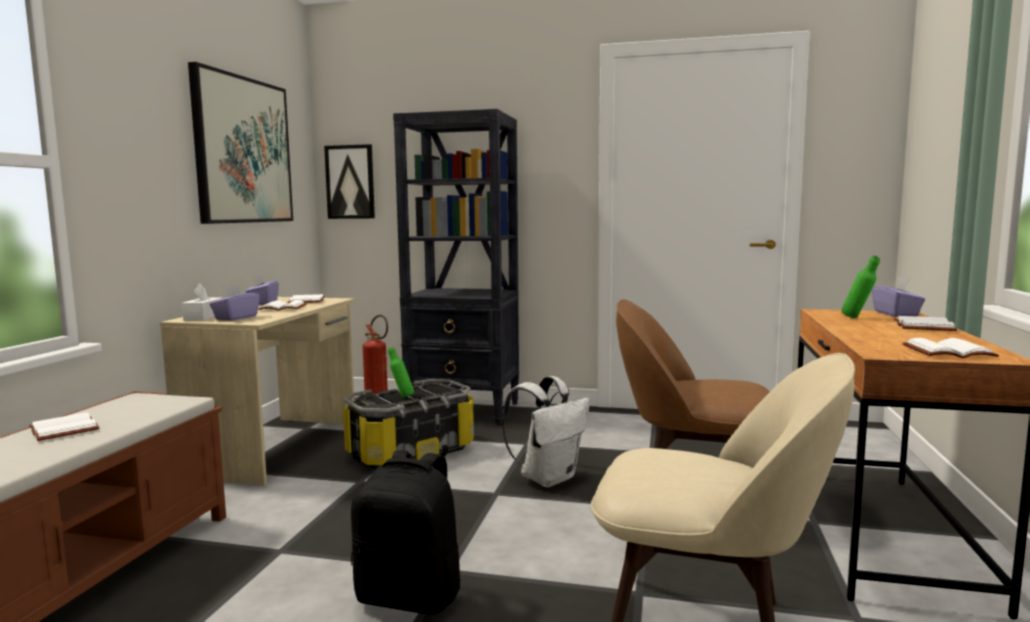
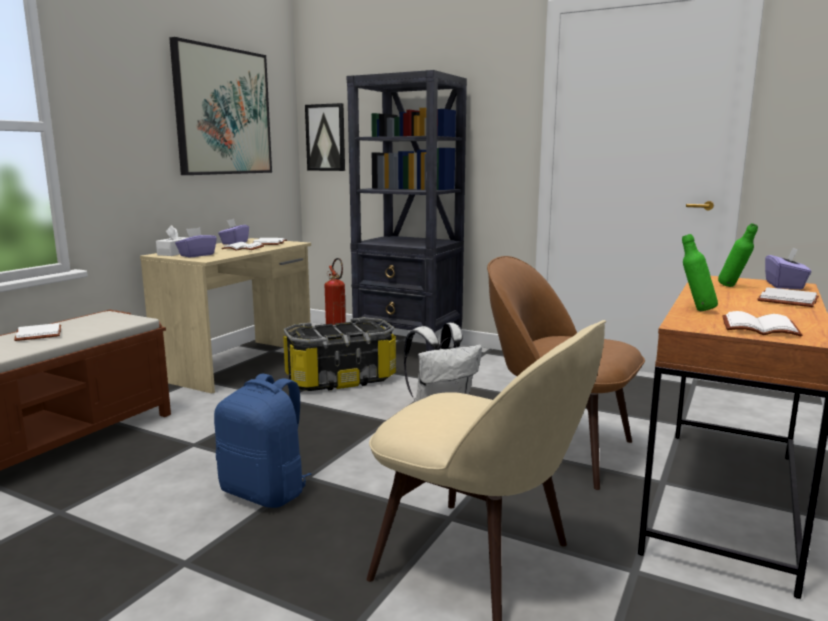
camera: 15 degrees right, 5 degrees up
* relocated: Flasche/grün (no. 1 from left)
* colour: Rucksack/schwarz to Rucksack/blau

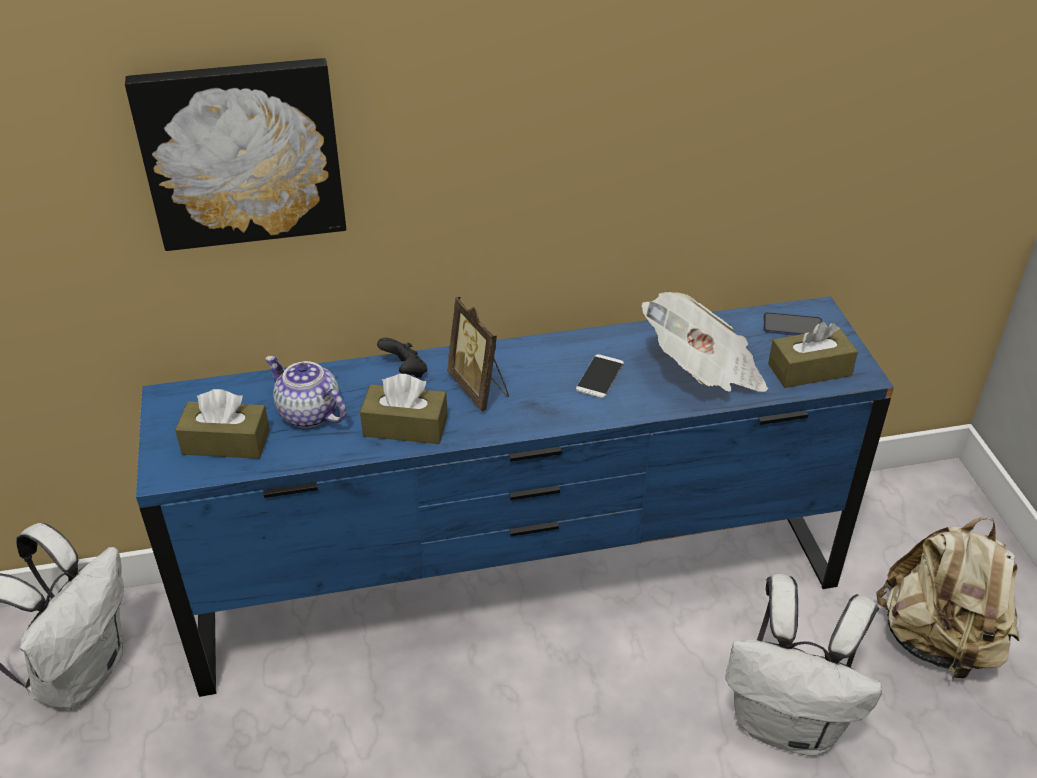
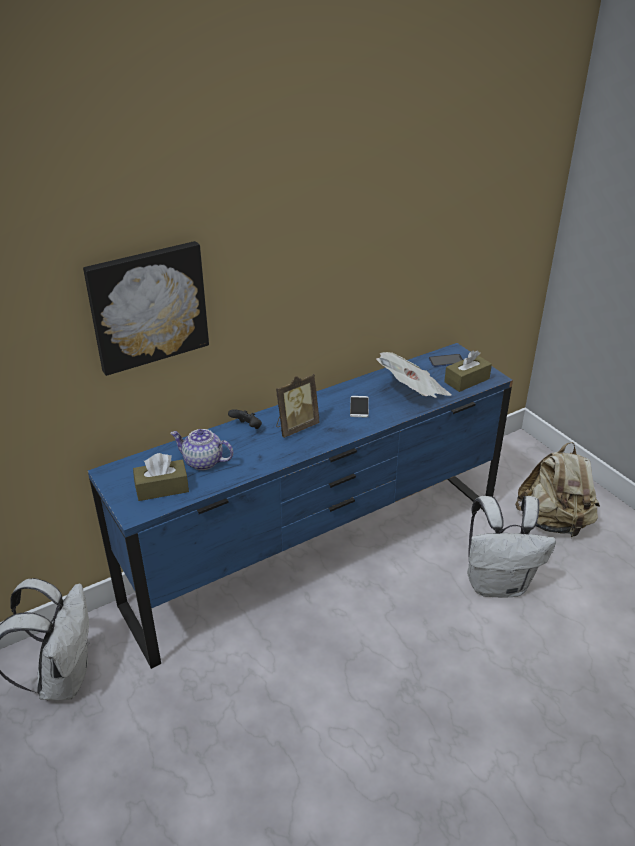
camera: 20 degrees left, 5 degrees down
* spun: Bilderrahmen 75 degrees counterclockwise
* missing: Taschentuchbox/braun (no. 2 from left)

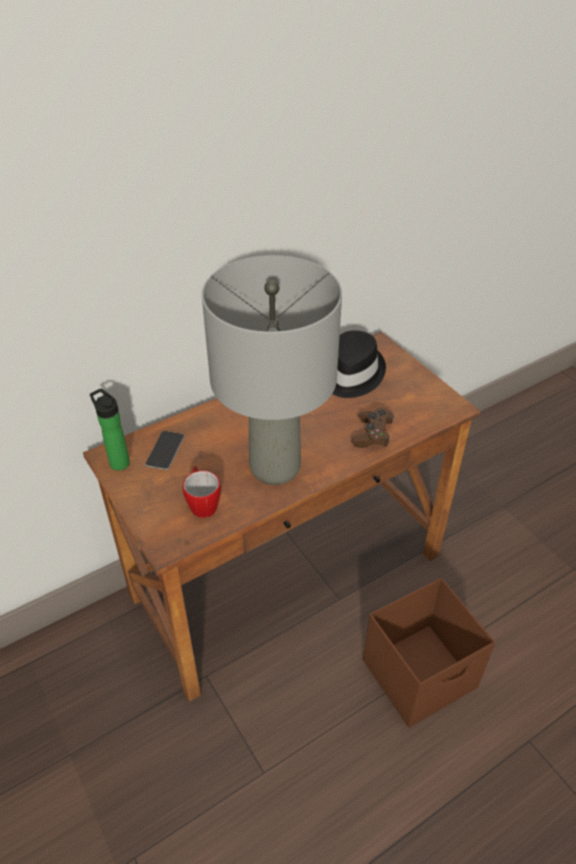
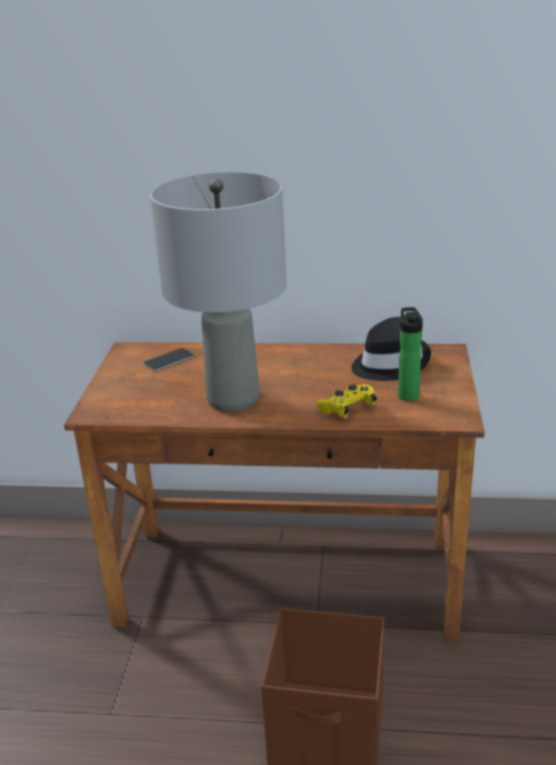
camera: 40 degrees right, 15 degrees down
* relocated: Flasche
* colour: Gamepad/braun to Gamepad/gelb
* missing: Henkelbecher

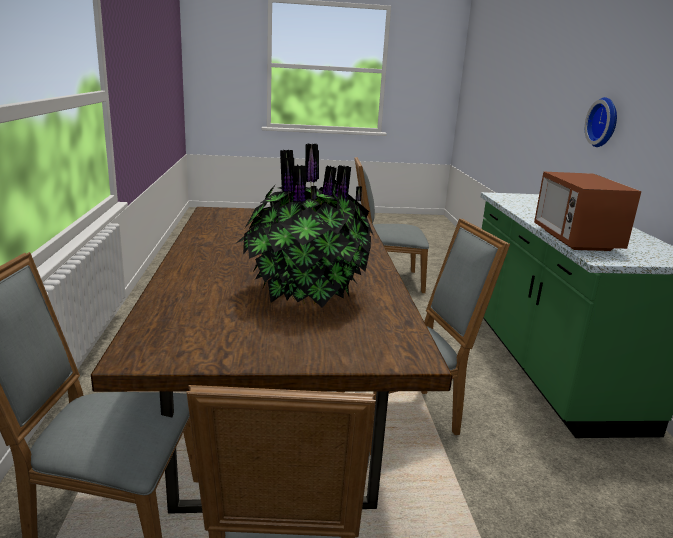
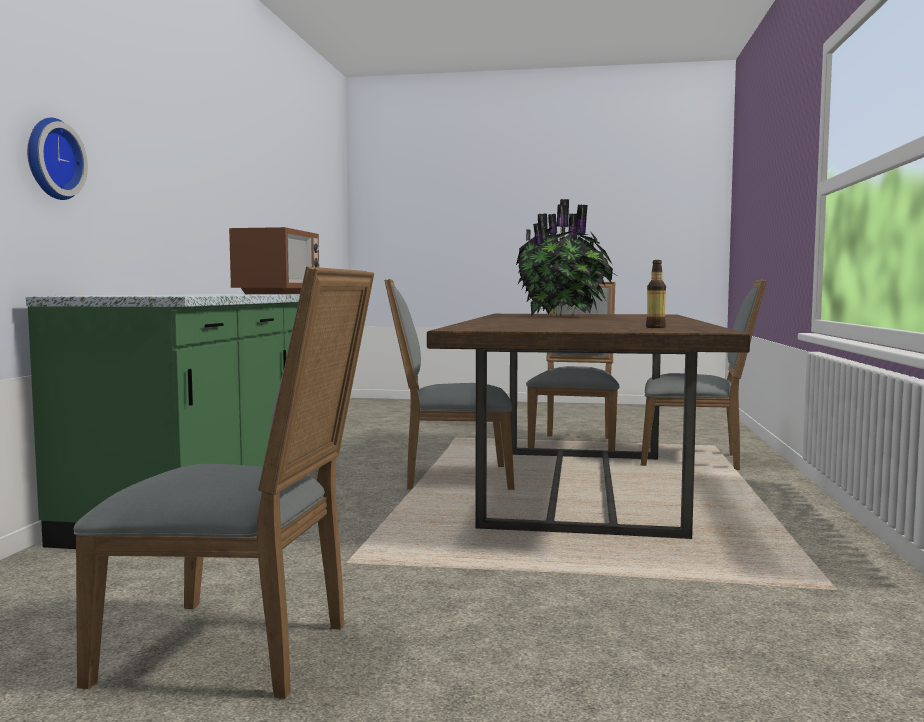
camera: 165 degrees left, 15 degrees down
* appeared: Flasche

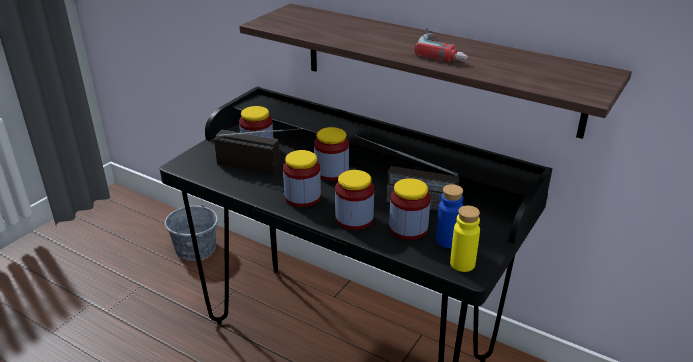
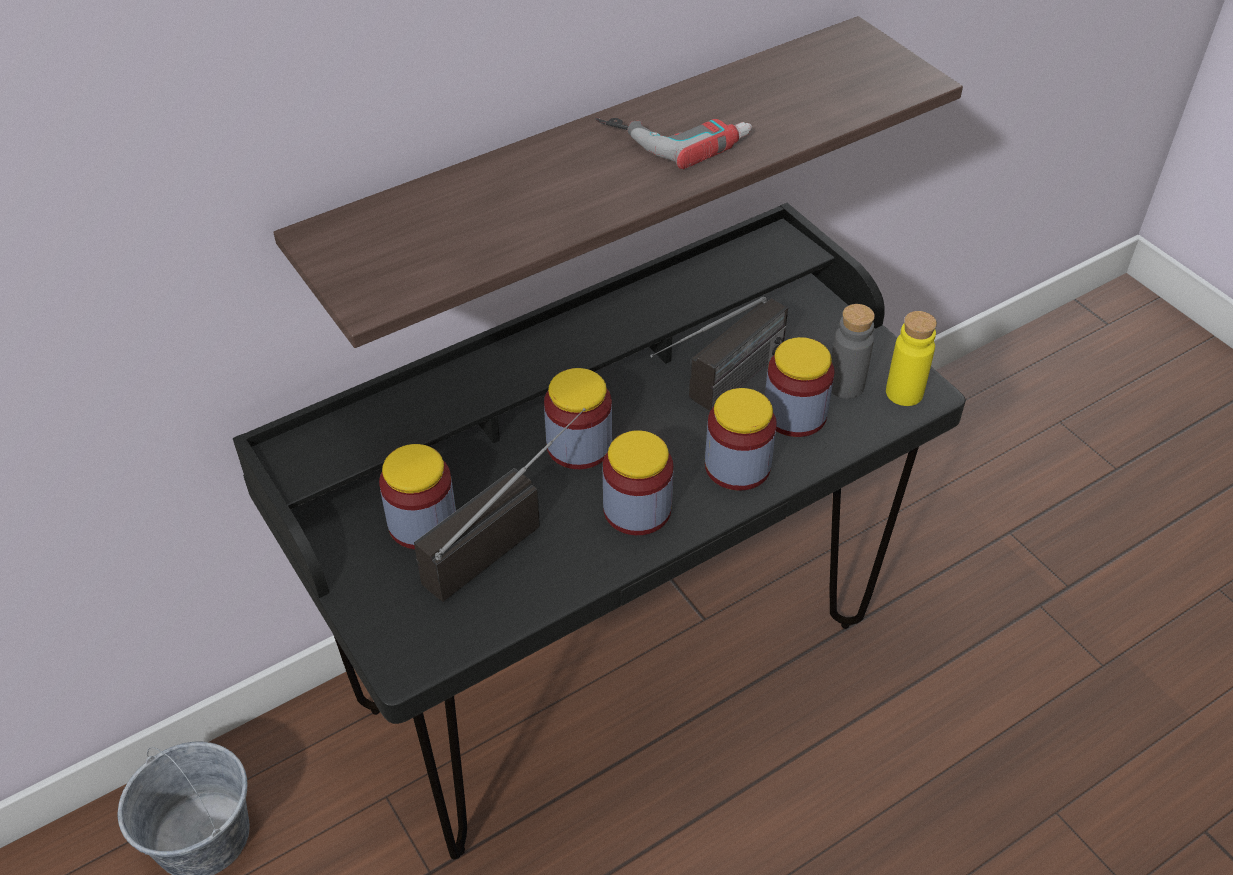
camera: 65 degrees left, 15 degrees up
* colour: Flasche/blau to Flasche/grau

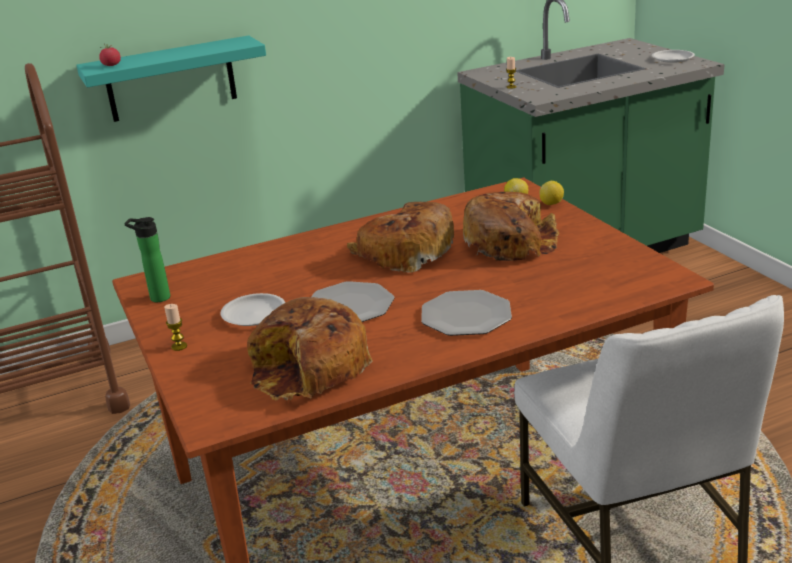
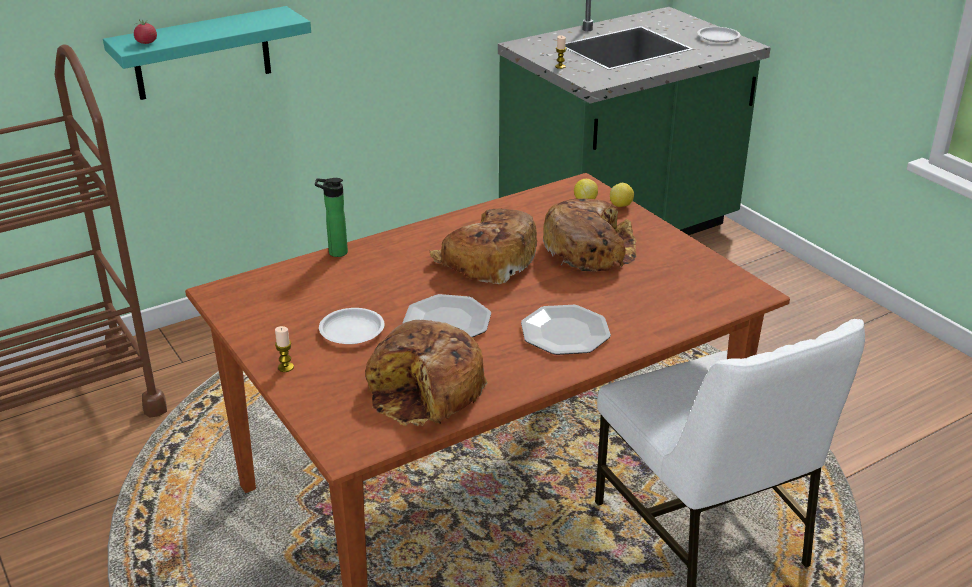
camera: 10 degrees left, 5 degrees up
* relocated: Flasche

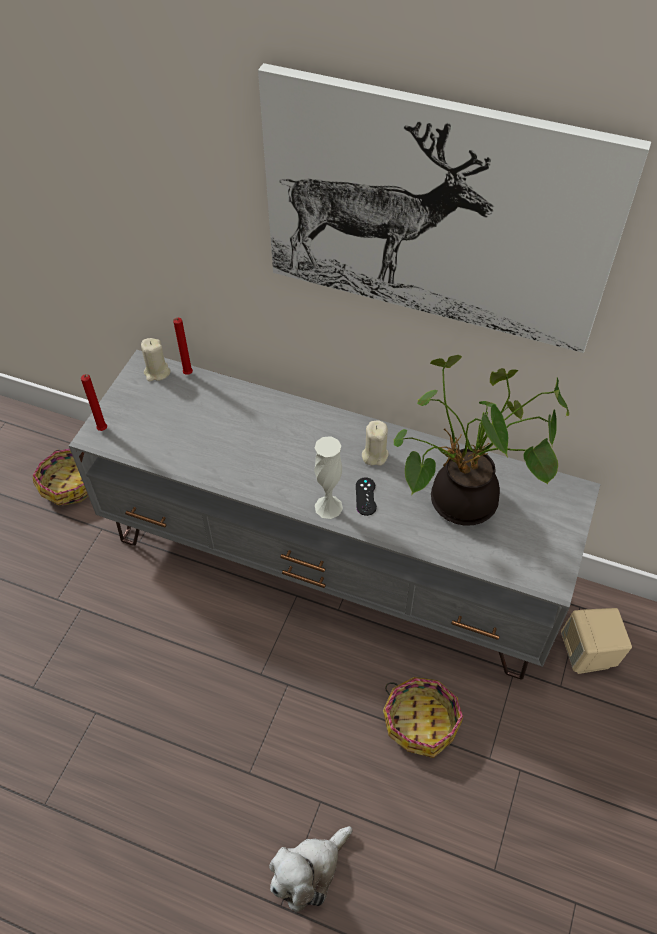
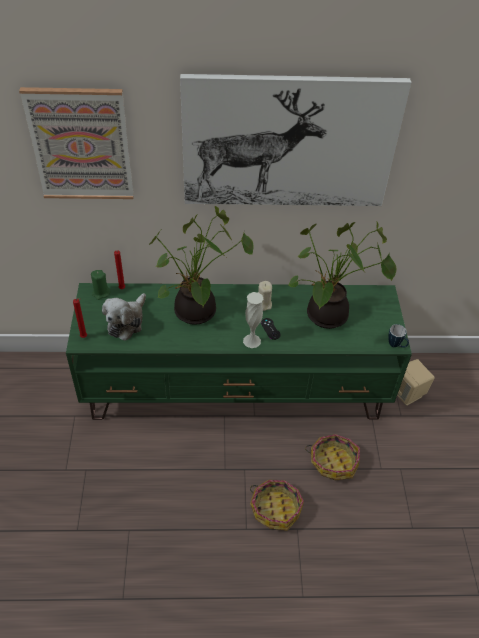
camera: 25 degrees left, 5 degrees down
* colour: Kerze/beige (no. 1 from left) to Kerze/grün
* colour: Fernsehschrank/grau to Fernsehschrank/grün
* relocated: Korb (no. 1 from left)
* relocated: Plüschtier
* appeared: Bild (no. 1 from left)
* appeared: Topfpflanze (no. 1 from left)
* appeared: Henkelbecher

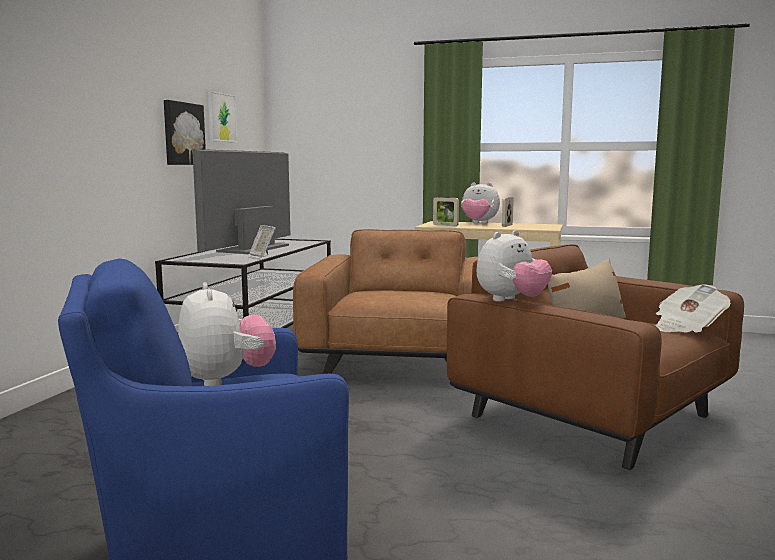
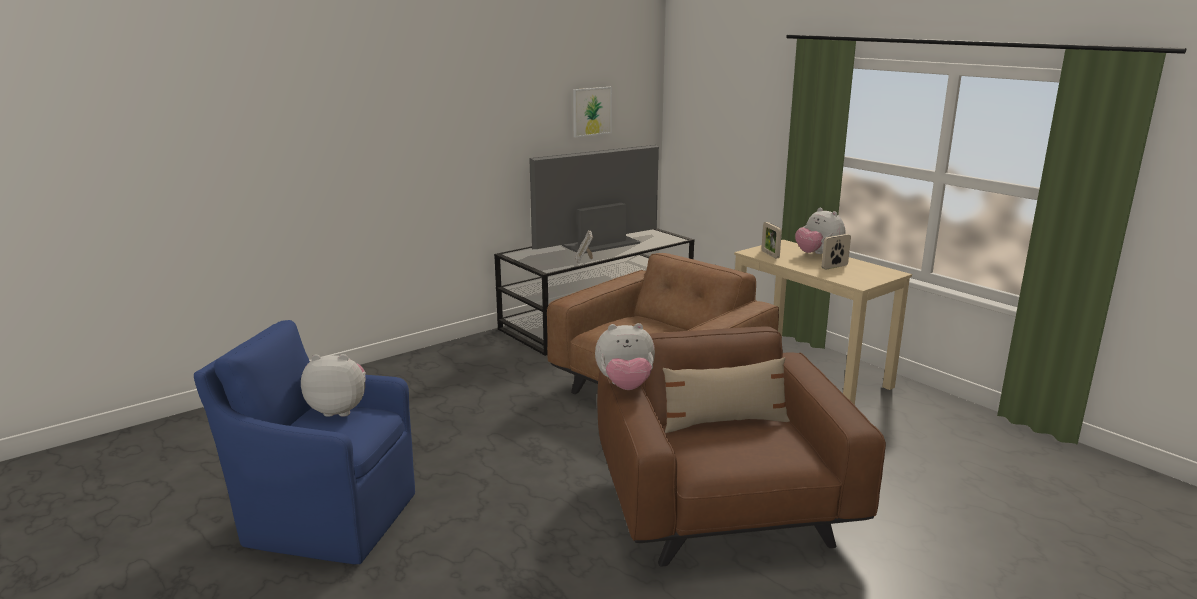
camera: 35 degrees right, 10 degrees up
* missing: Bild (no. 1 from left)
* spun: Plüschtier (no. 1 from left) 105 degrees counterclockwise
* missing: Zeitung

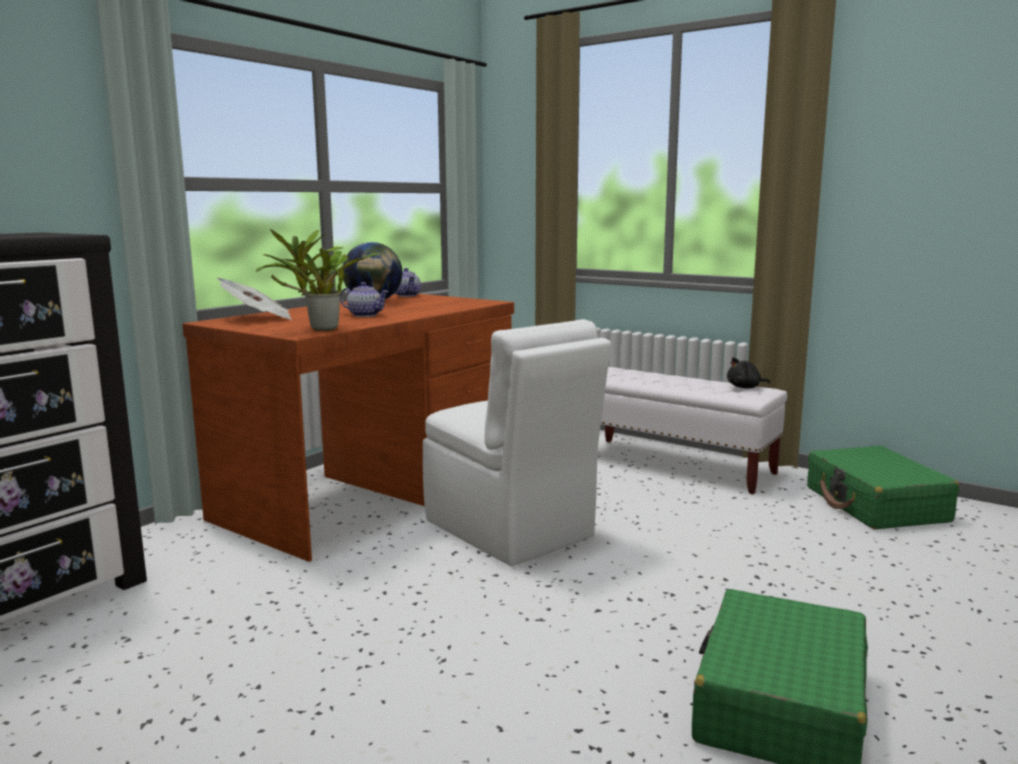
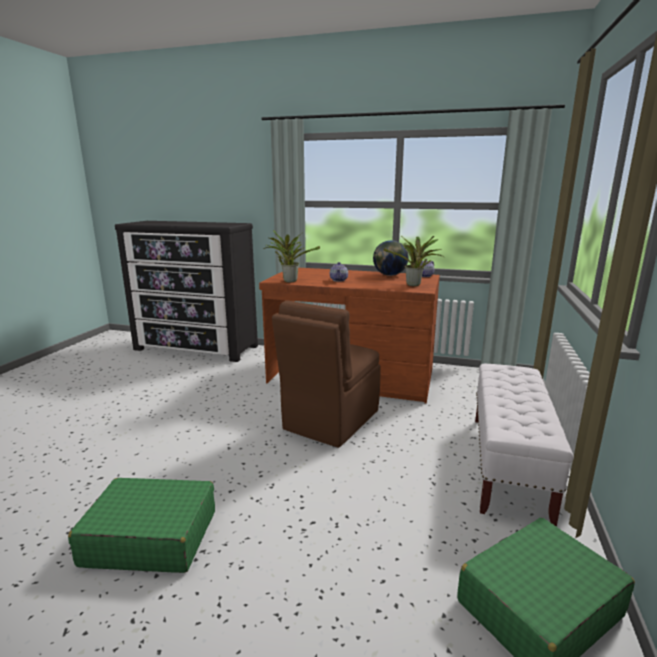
camera: 70 degrees right, 5 degrees up
* missing: Zeitung
* colour: Stuhl/weiß to Stuhl/braun
* missing: Plüschtier/schwarz
* appeared: Topfpflanze (no. 2 from left)

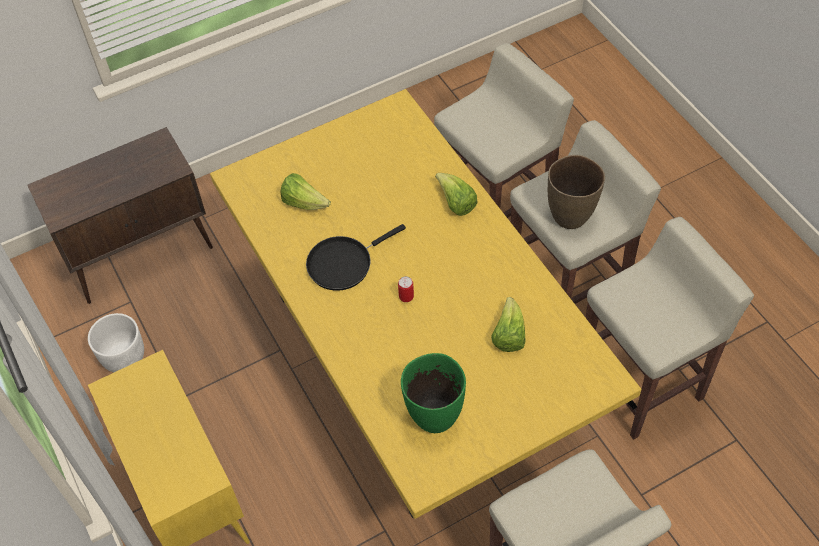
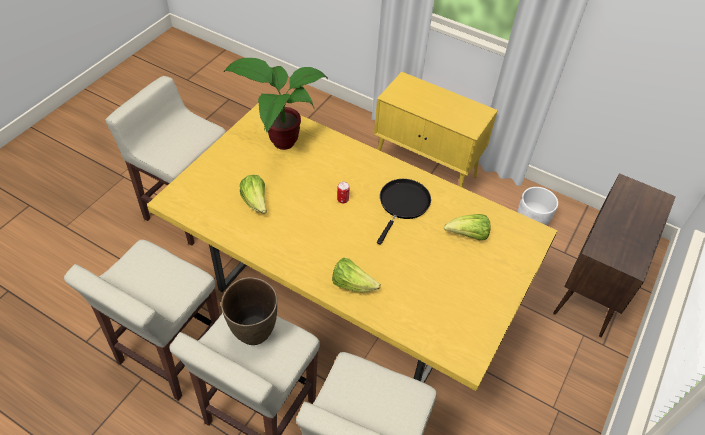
camera: 145 degrees right, 5 degrees down
* exchanged: Vase/grün to Topfpflanze

